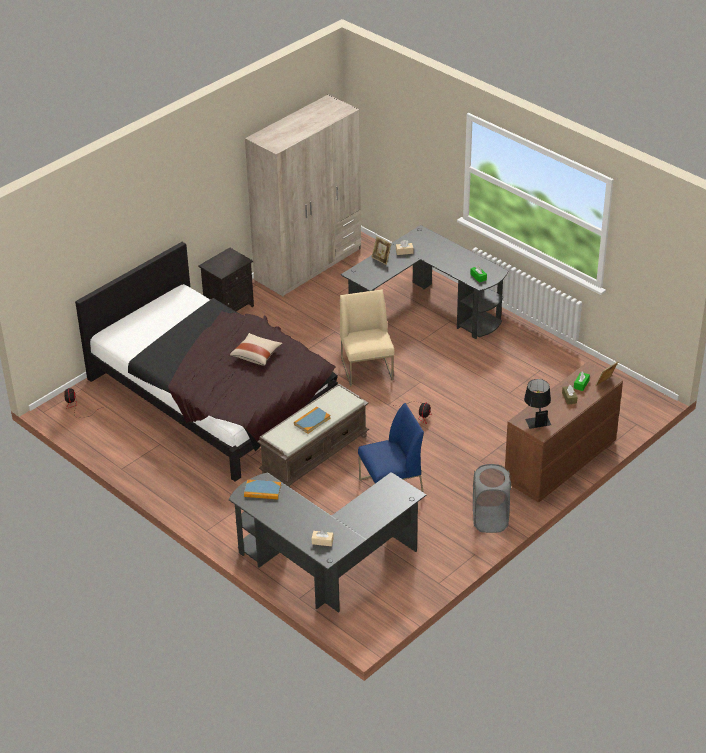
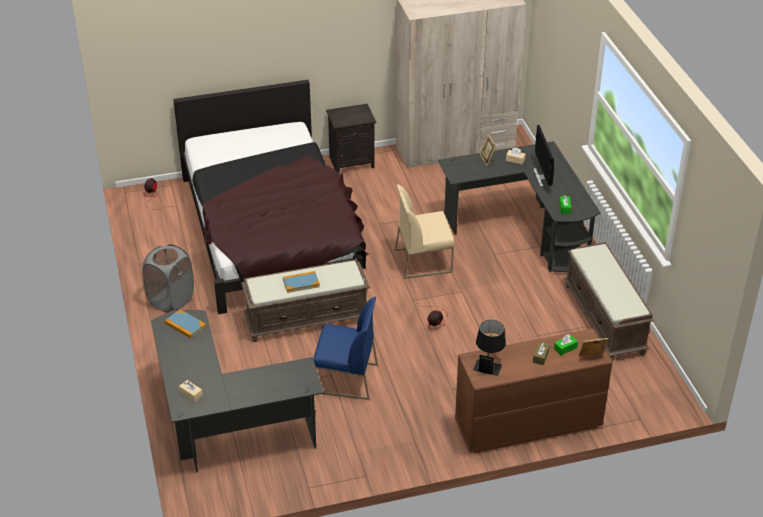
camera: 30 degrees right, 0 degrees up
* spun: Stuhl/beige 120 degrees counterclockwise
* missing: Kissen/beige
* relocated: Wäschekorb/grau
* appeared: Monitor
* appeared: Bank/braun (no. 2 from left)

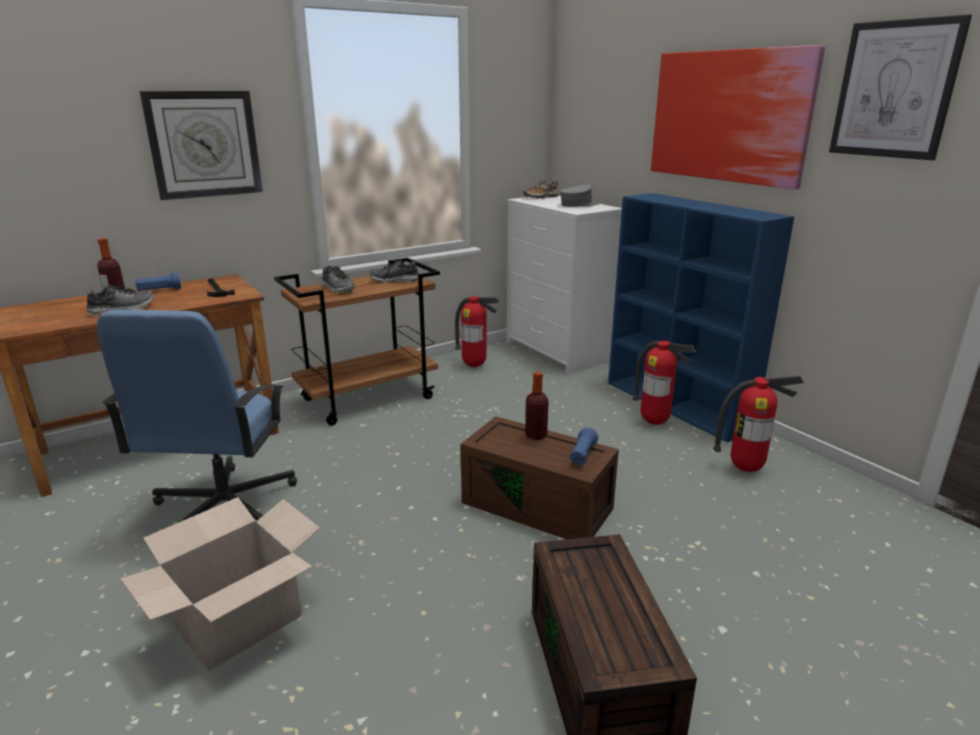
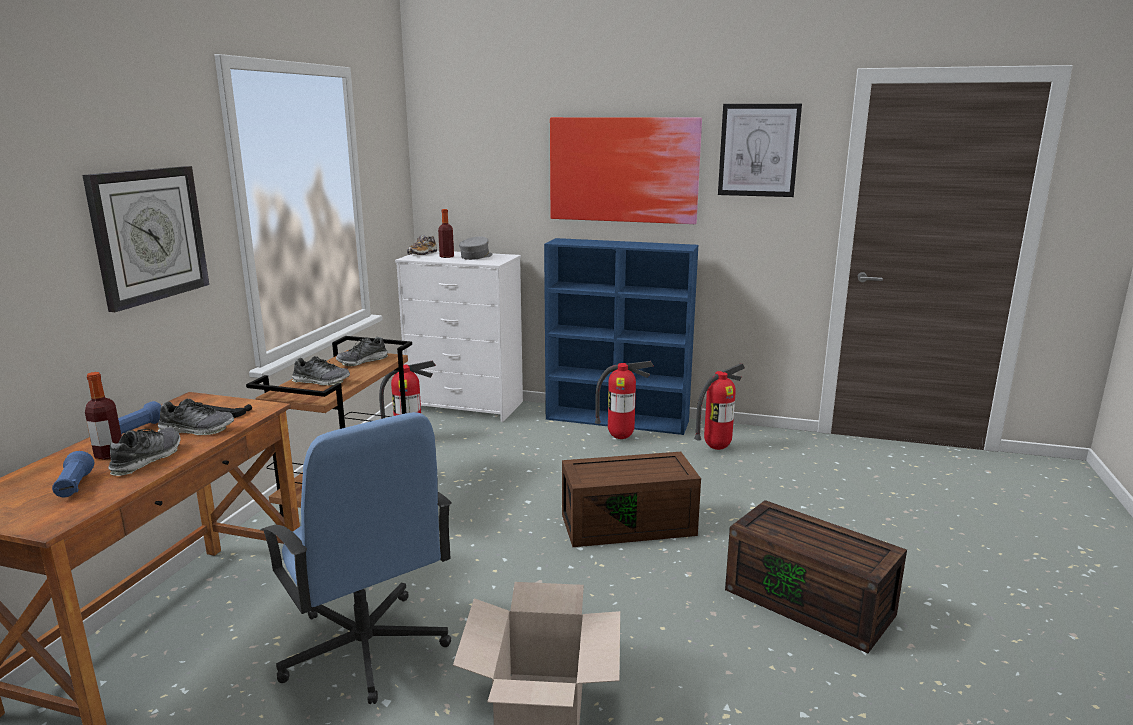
camera: 40 degrees left, 5 degrees down
* relocated: Flasche (no. 2 from left)
* relocated: Taschenlampe/blau (no. 2 from left in the first image) to Taschenlampe/blau (no. 1 from left)
* appeared: Schuh (no. 2 from left)

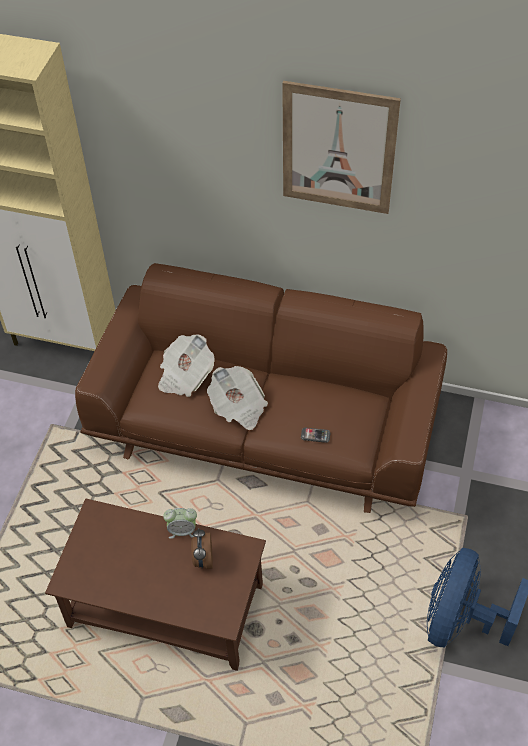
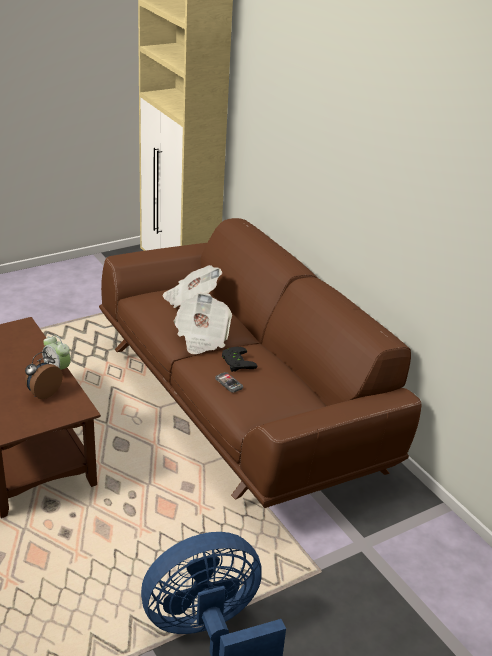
camera: 40 degrees right, 20 degrees down
* missing: Bild
* appeared: Gamepad/schwarz

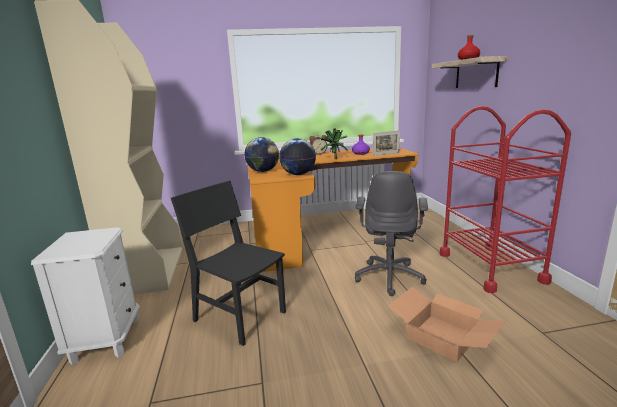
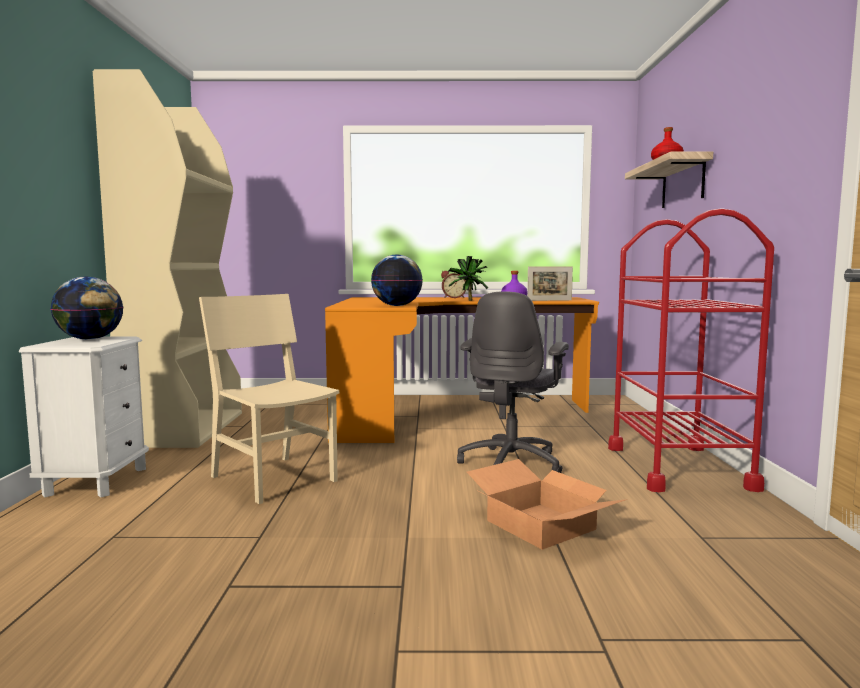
camera: 10 degrees right, 10 degrees down
* relocated: Globus (no. 1 from left)
* colour: Stuhl/schwarz to Stuhl/beige

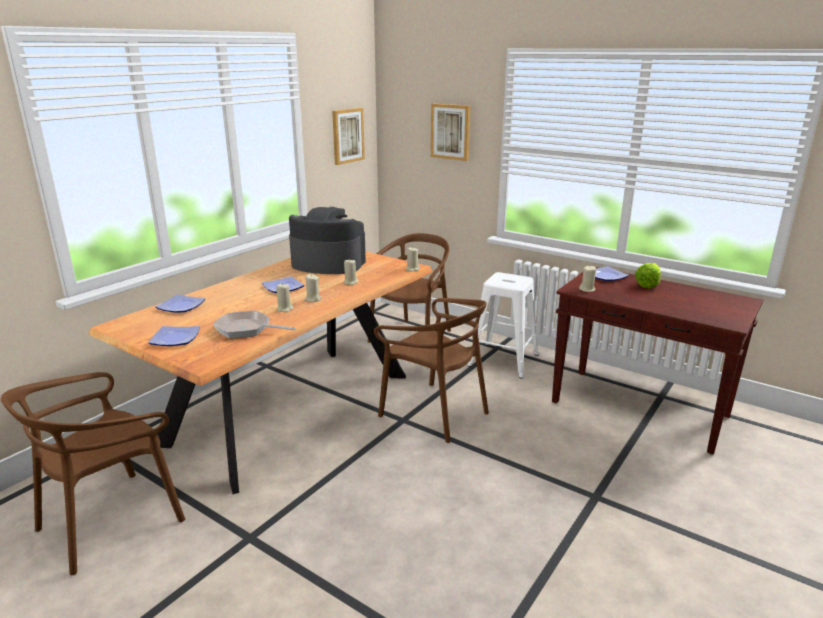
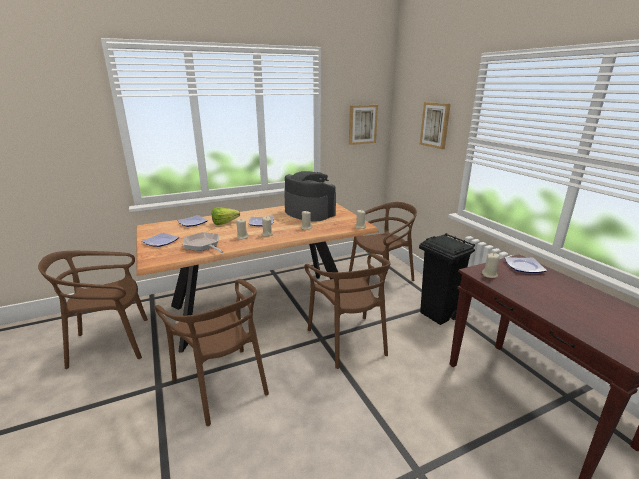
camera: 30 degrees right, 0 degrees up
* relocated: Salatkopf
* exchanged: Hocker/weiß to Mülleimer/schwarz
* appeared: Stuhl/braun (no. 2 from left)

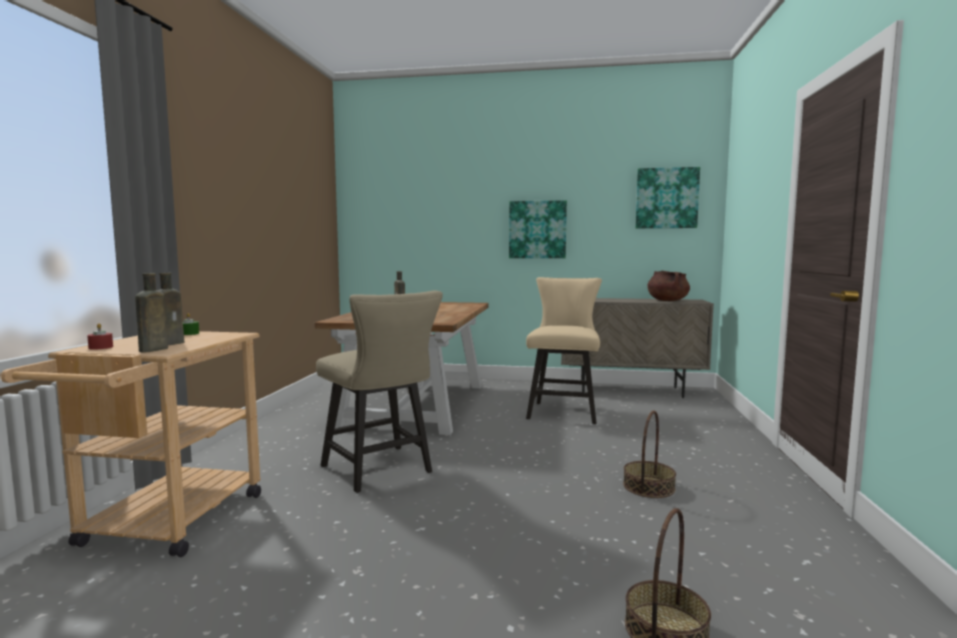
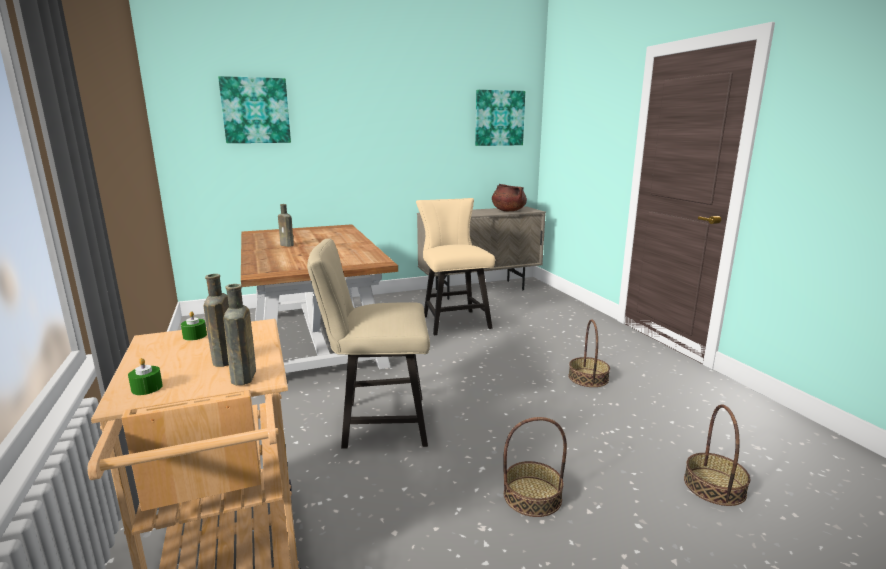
camera: 30 degrees left, 10 degrees up
* relocated: Bild (no. 1 from left)
* spun: Stuhl/beige (no. 1 from left) 150 degrees clockwise
* colour: Kerze/rot to Kerze/grün (no. 1 from left)
* appeared: Korb (no. 1 from left)

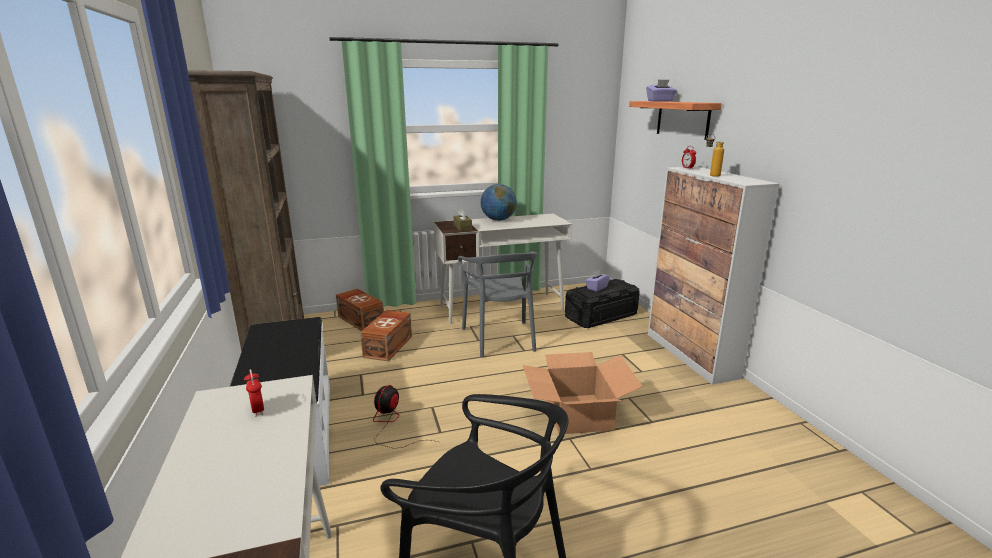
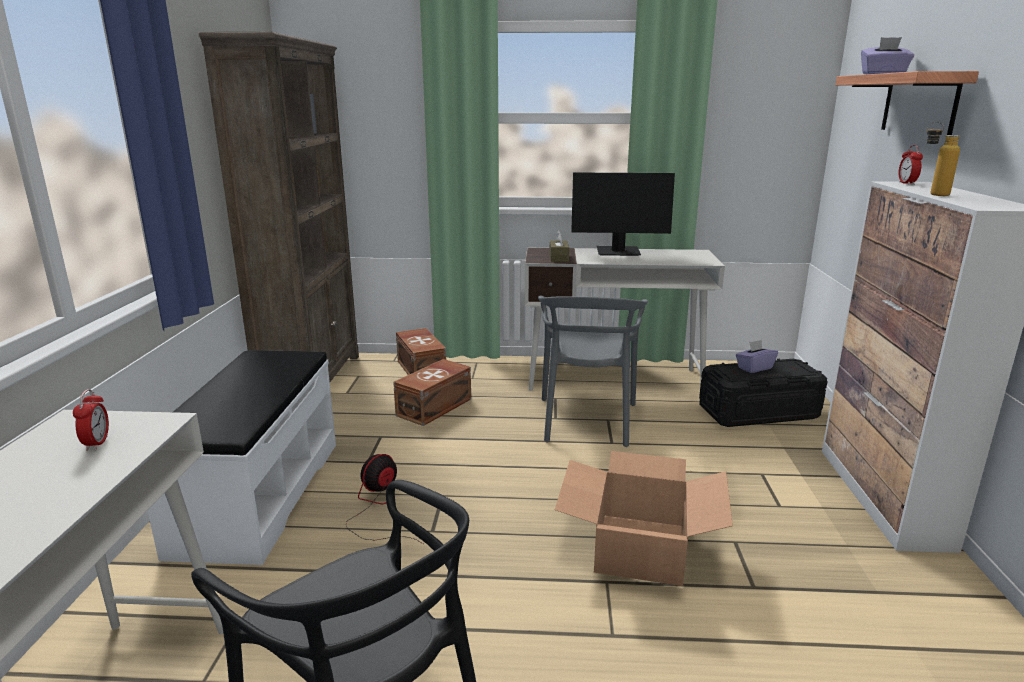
camera: 20 degrees right, 0 degrees up
* exchanged: Globus to Monitor

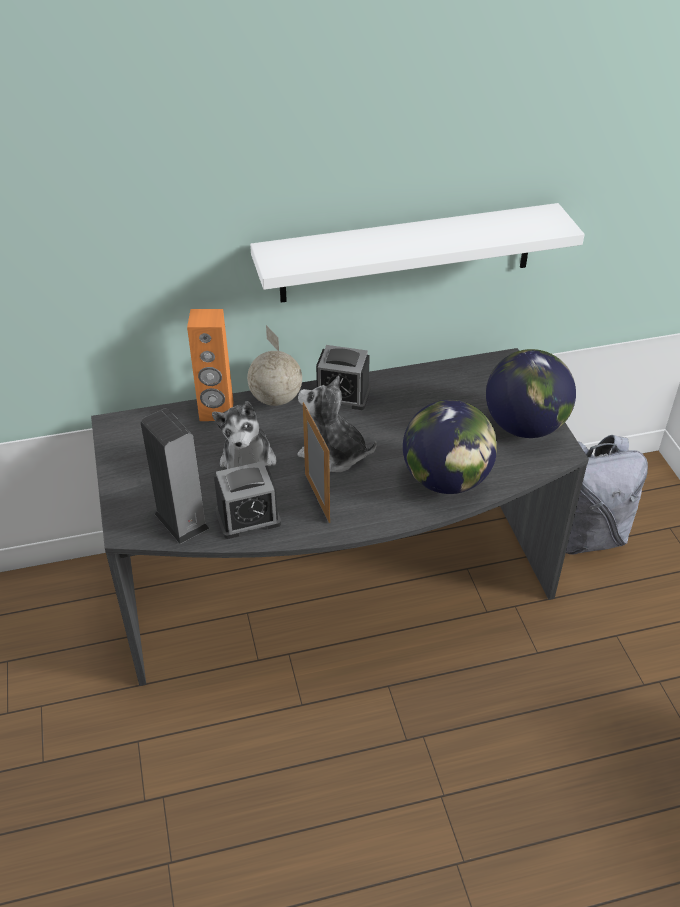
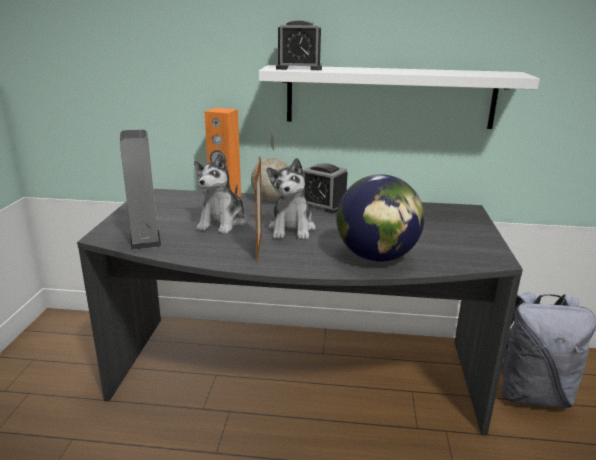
camera: 20 degrees right, 20 degrees down
* missing: Globus (no. 3 from left)
* spun: Plüschtier (no. 2 from left) 135 degrees counterclockwise
* relocated: Wecker (no. 1 from left)

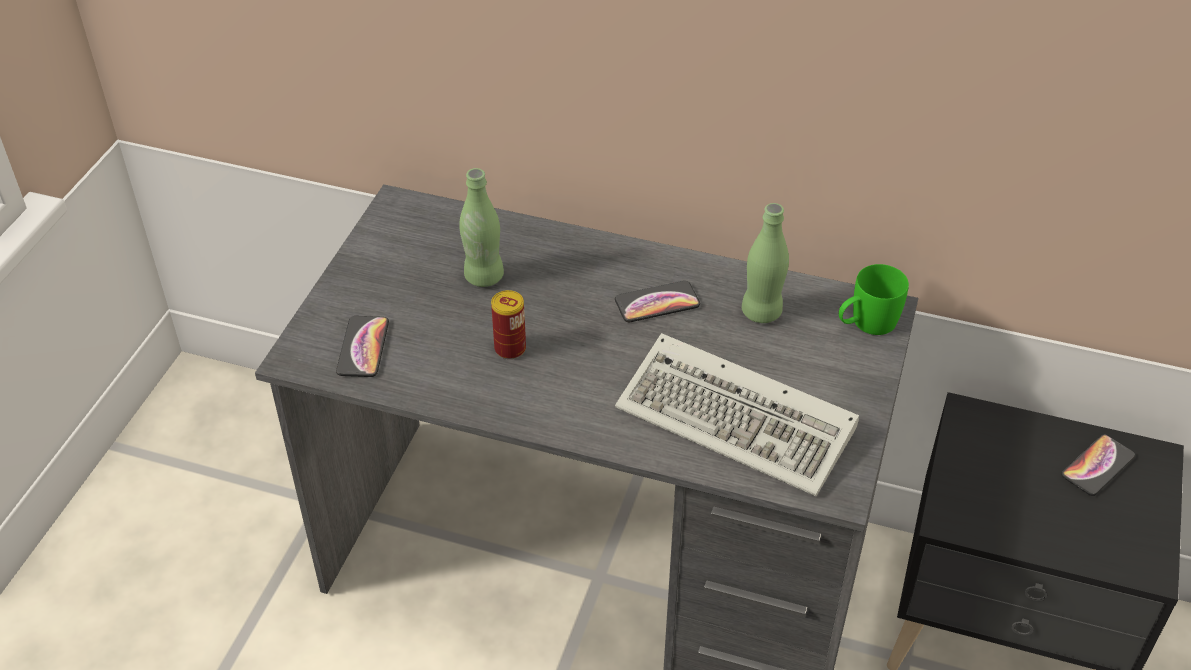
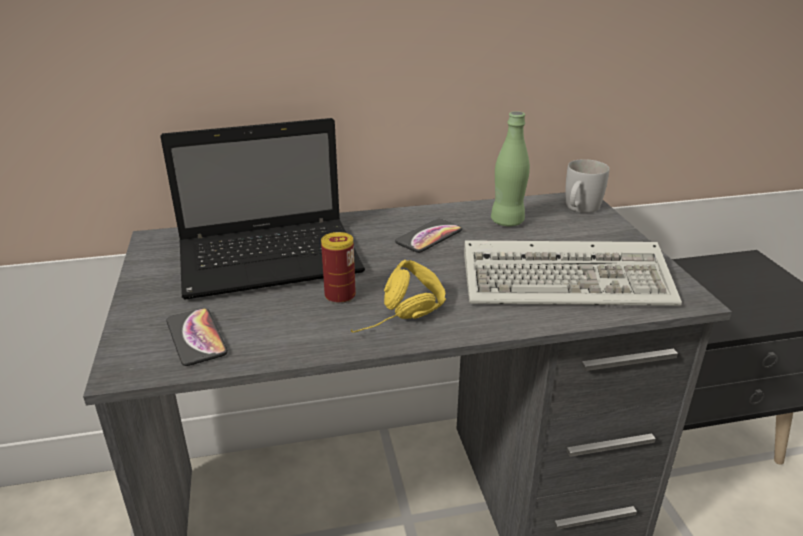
camera: 30 degrees left, 15 degrees down
* exchanged: Flasche/grün (no. 1 from left) to Laptop
* colour: Henkelbecher/grün to Henkelbecher/weiß
* missing: Handy (no. 3 from left)
* appeared: Kopfhörer/gelb

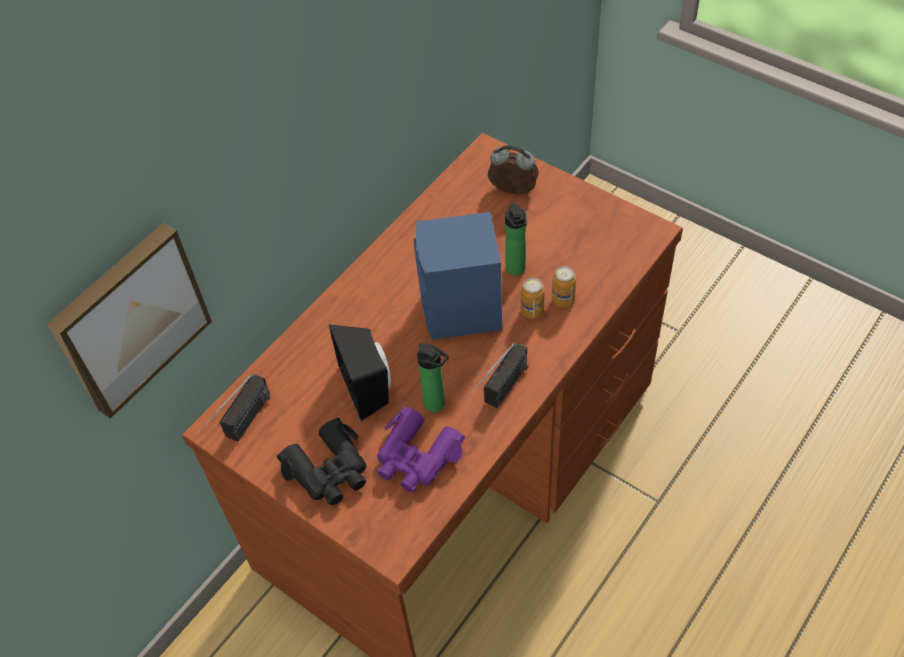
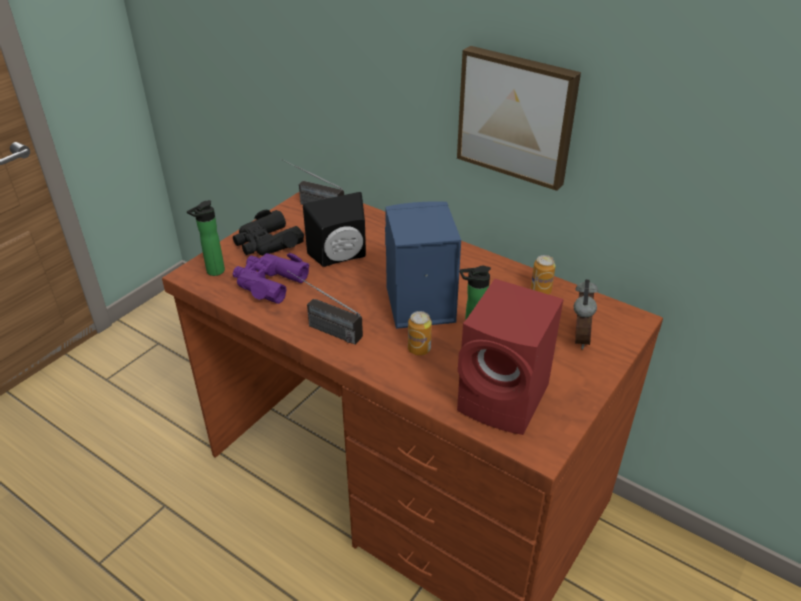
camera: 85 degrees right, 15 degrees down
* relocated: Bild
* relocated: Dose (no. 2 from left)
* relocated: Flasche (no. 1 from left)
* appeared: Lautsprecher/rot

